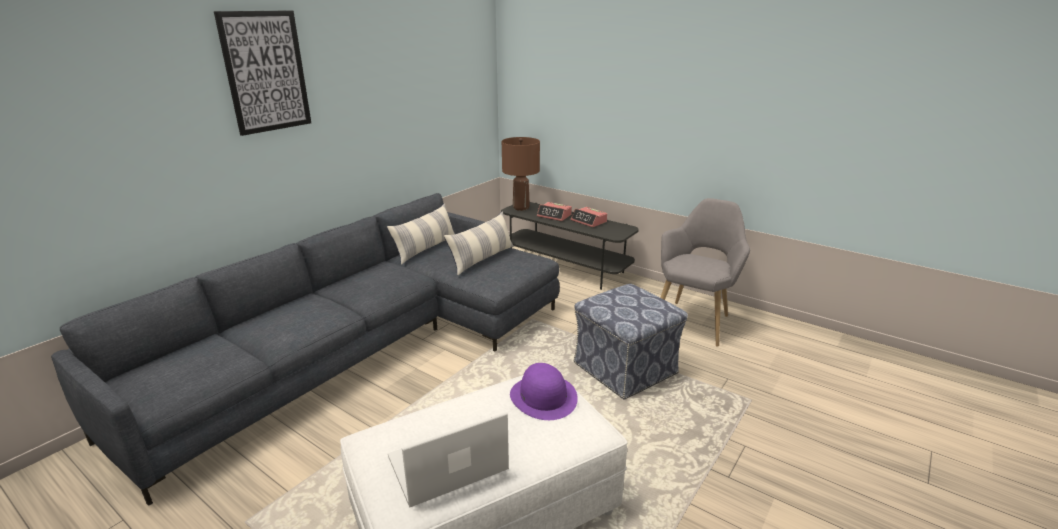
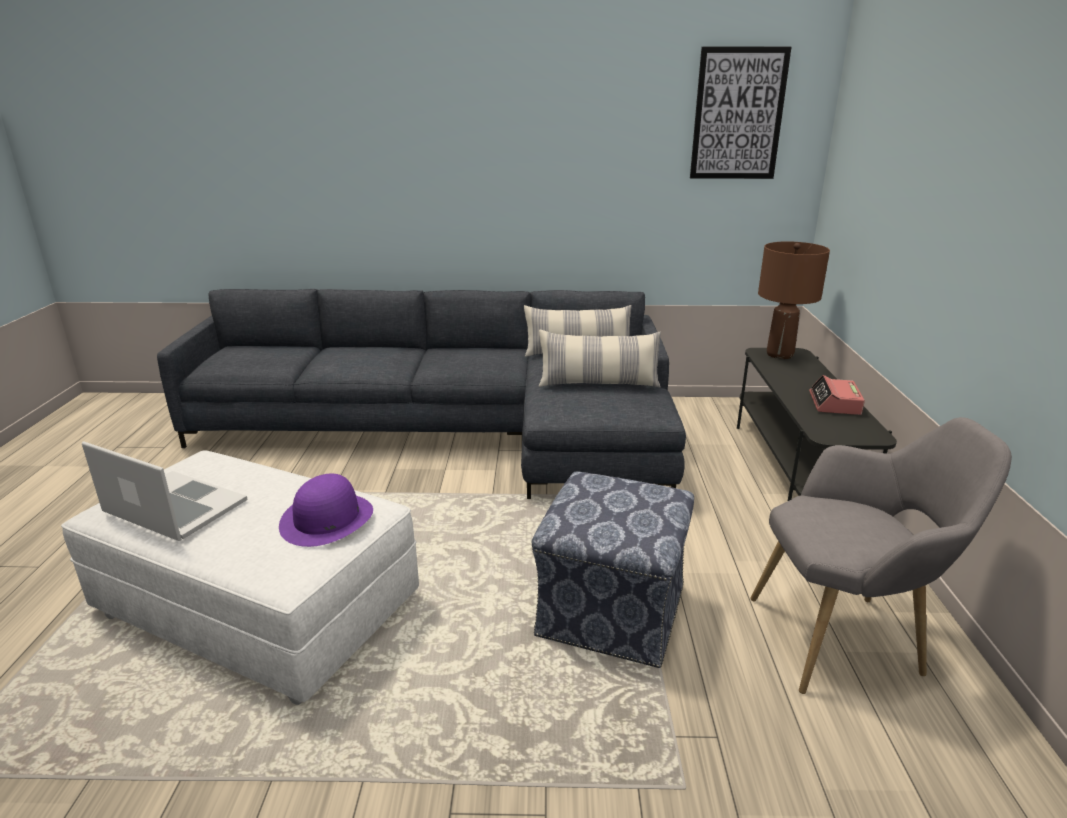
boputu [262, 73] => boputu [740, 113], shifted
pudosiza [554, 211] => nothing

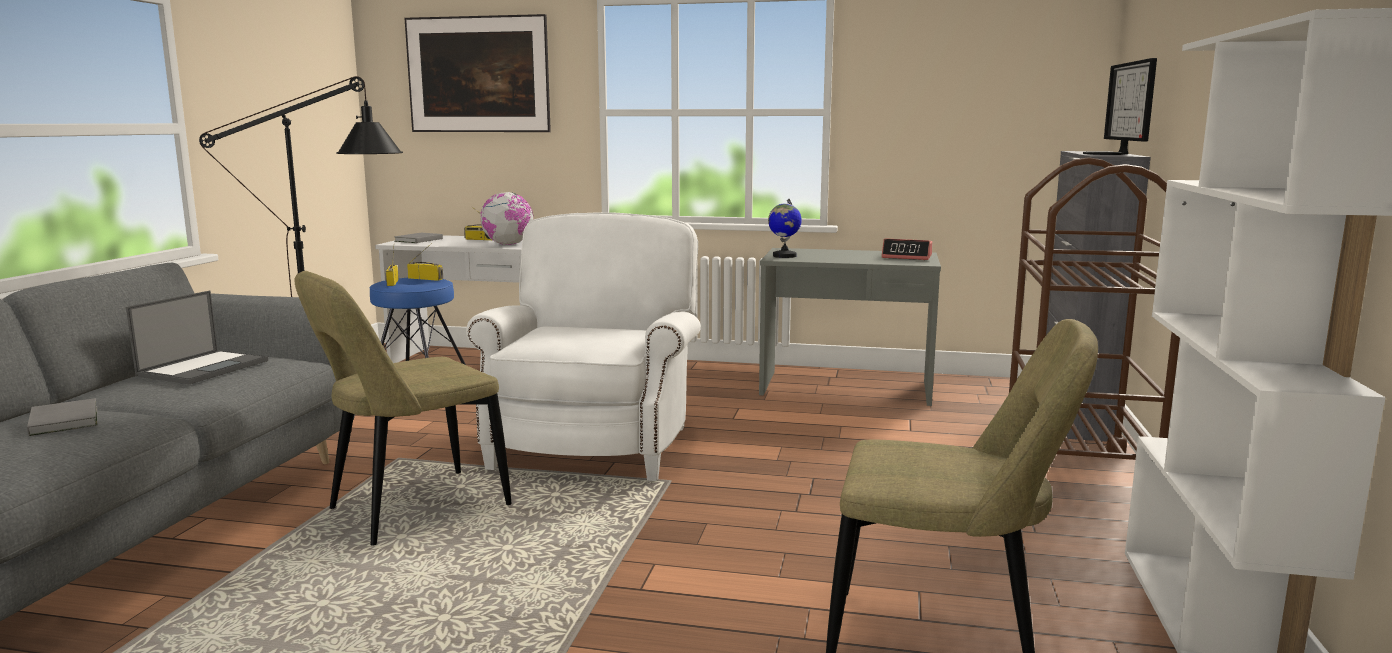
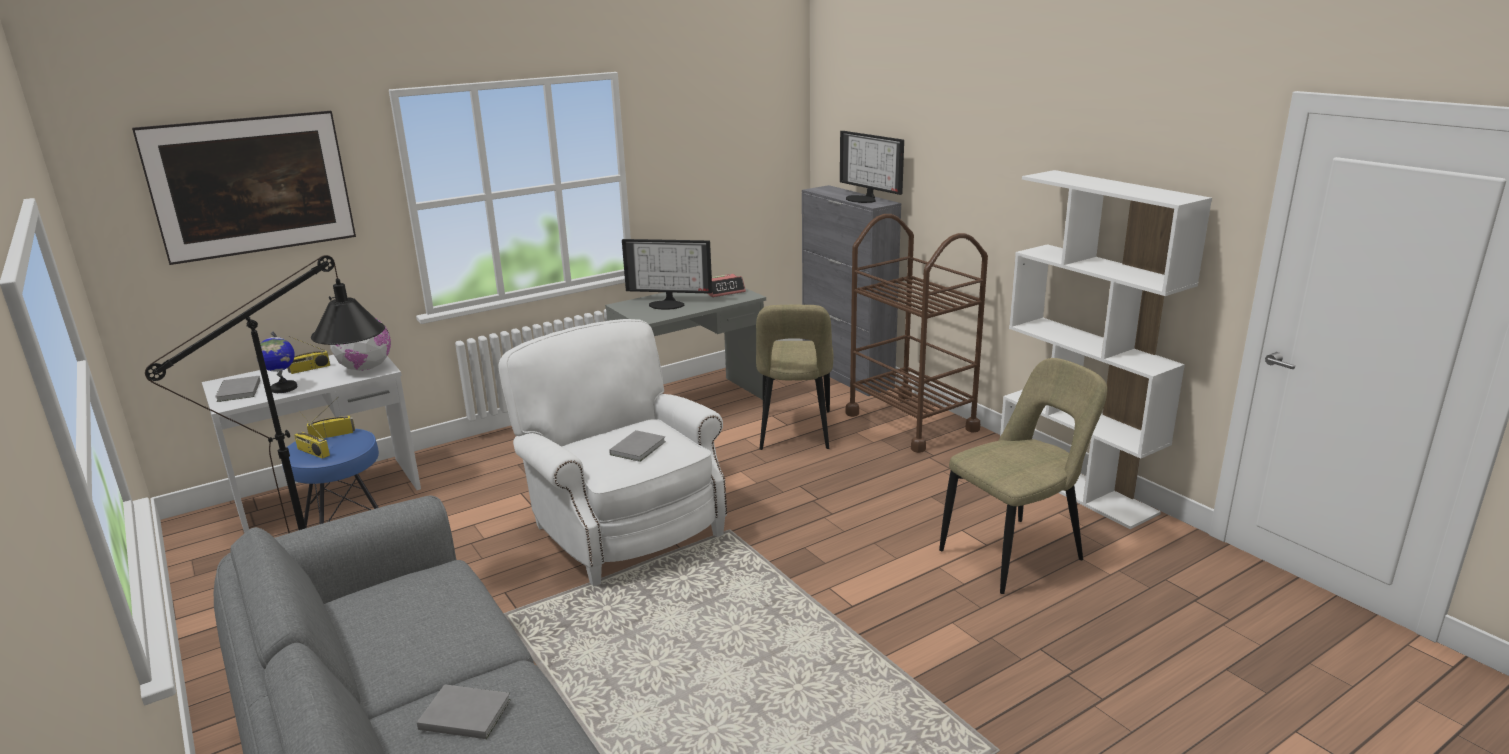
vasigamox [197, 337] => nothing
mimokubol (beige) [403, 408] => mimokubol (beige) [795, 377], shifted
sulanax [785, 228] => sulanax [276, 362], shifted
nothing => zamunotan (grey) [637, 446]
nothing => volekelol [667, 274]

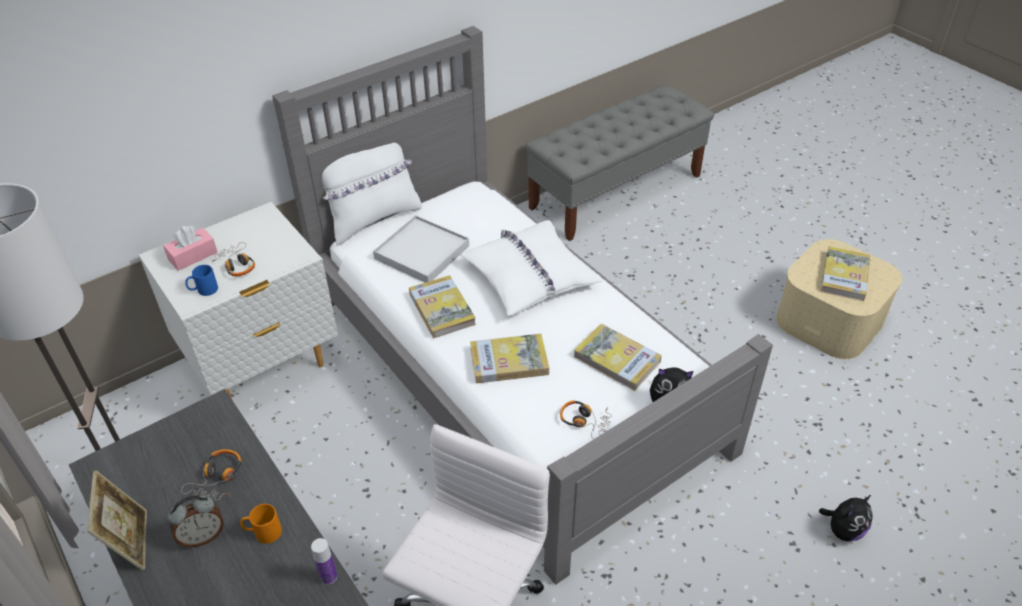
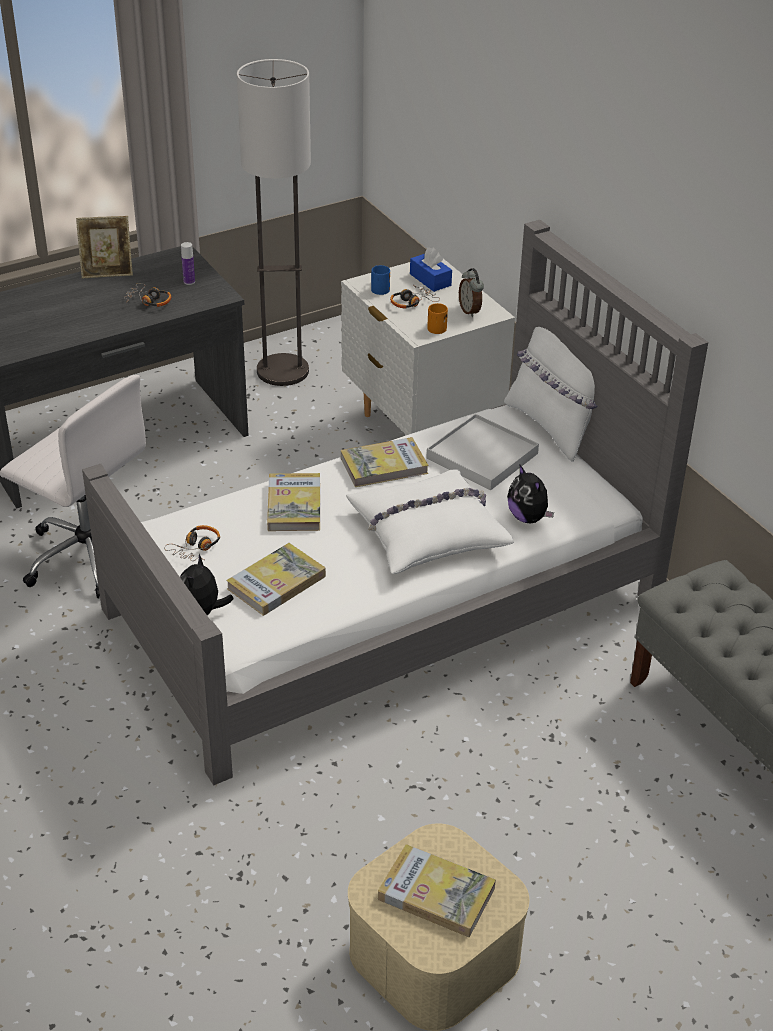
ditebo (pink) [190, 248] => ditebo (blue) [431, 269]
pudosiza [196, 521] => pudosiza [471, 292], shifted
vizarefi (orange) [261, 524] => vizarefi (orange) [437, 318], shifted
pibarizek [324, 561] => pibarizek [188, 263], shifted
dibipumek [846, 518] => dibipumek [530, 493], shifted

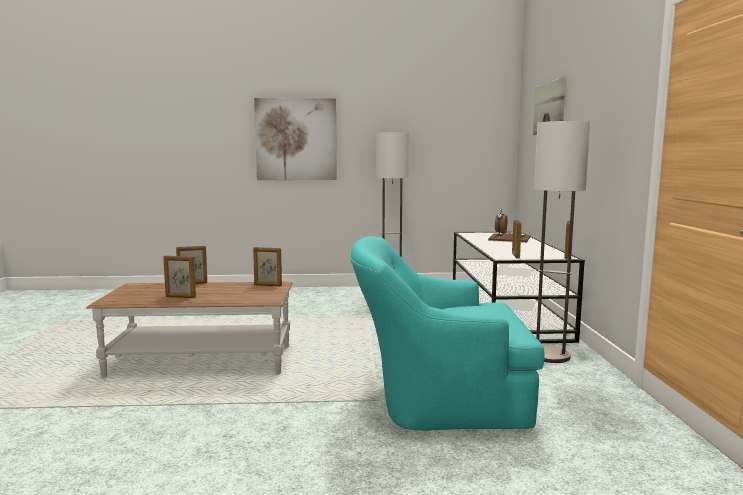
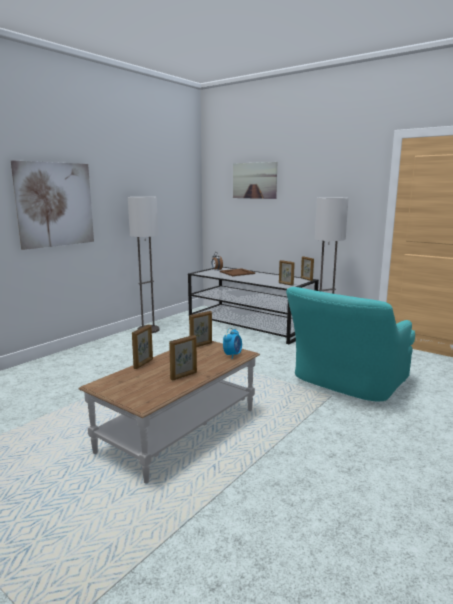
nothing => pudosiza [232, 343]

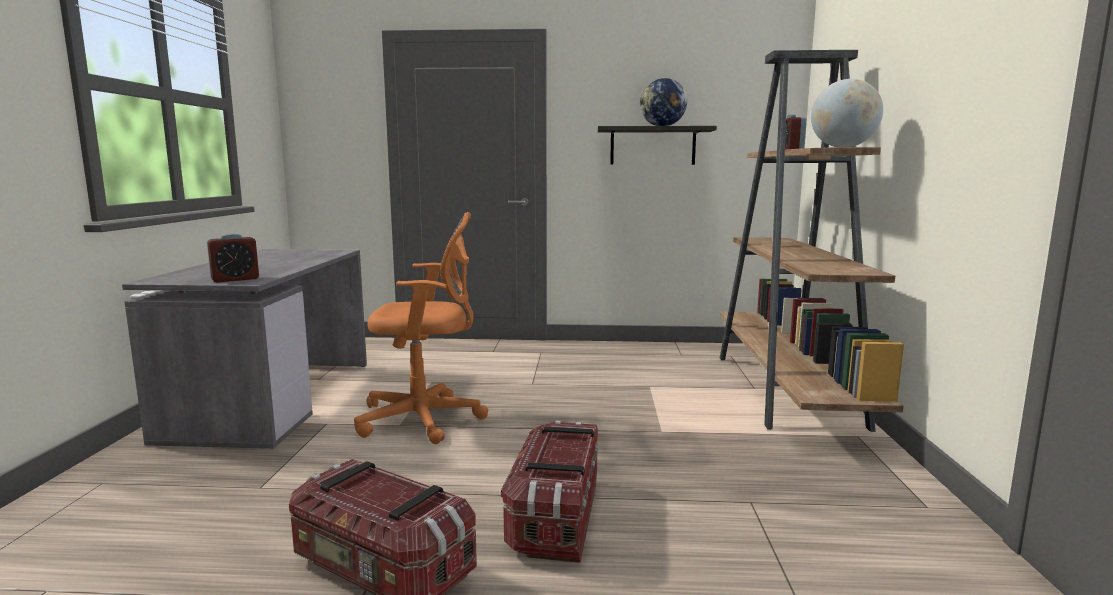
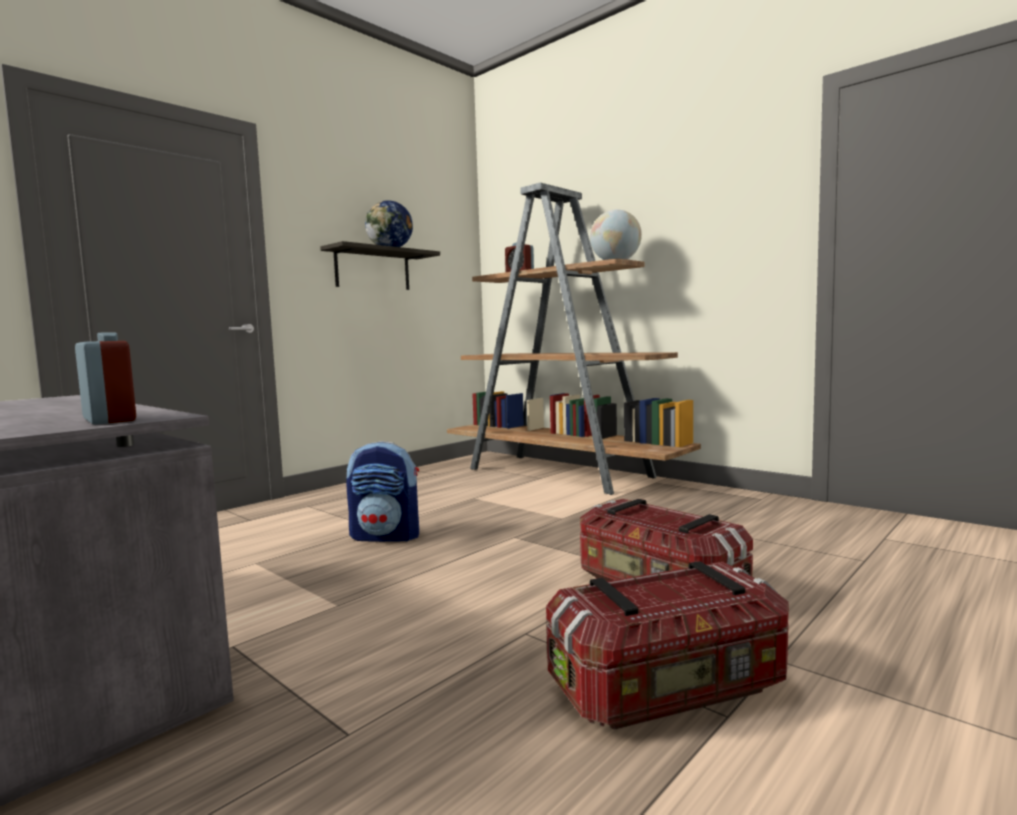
pudosiza [233, 258] => pudosiza [105, 378], 45 degrees counterclockwise
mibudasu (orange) [421, 328] => nothing
nothing => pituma [382, 491]

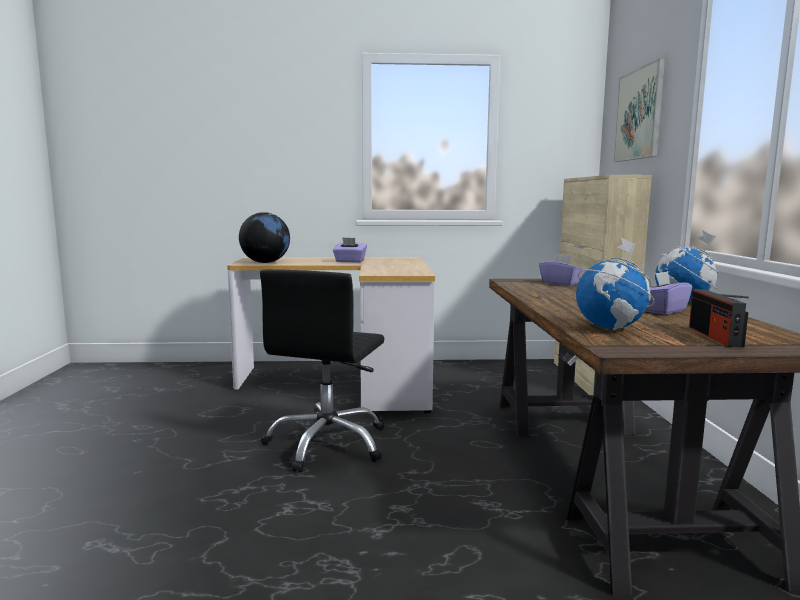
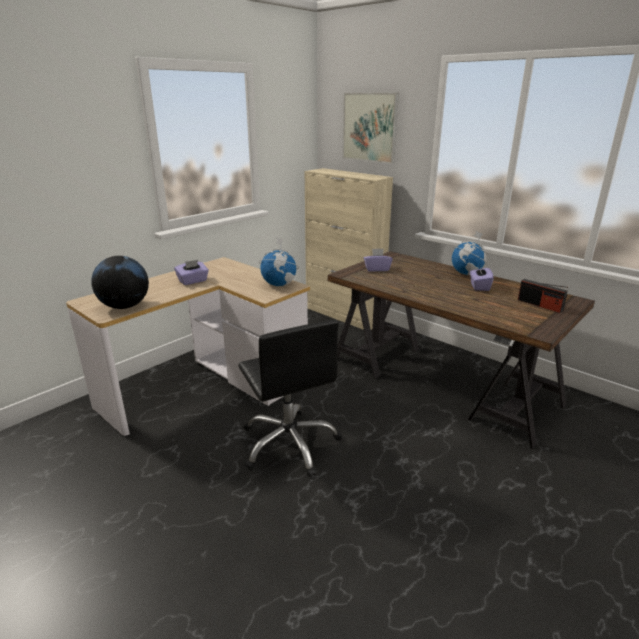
sulanax [615, 283] => sulanax [279, 262], shifted

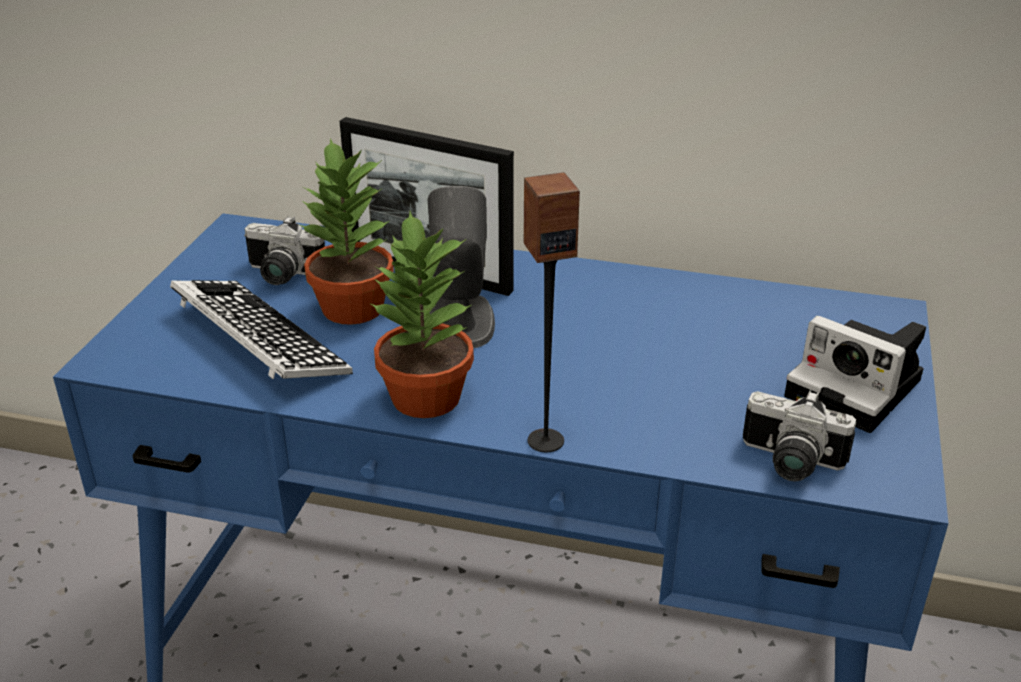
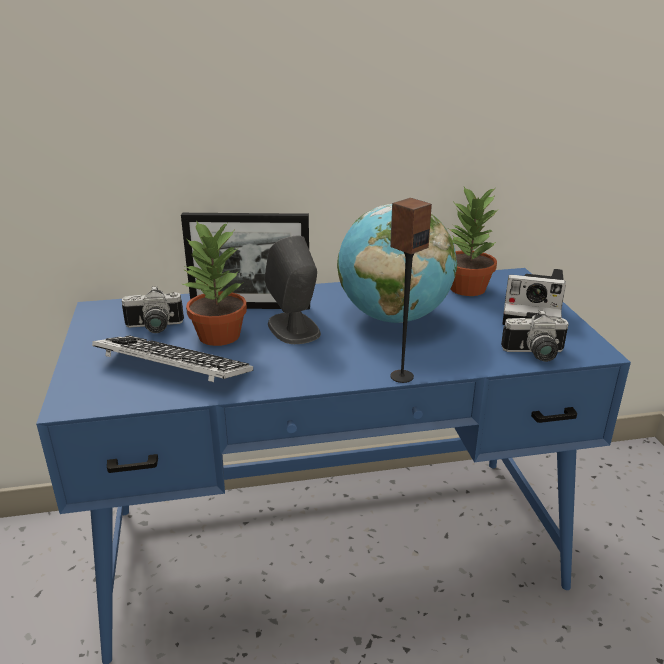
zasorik [422, 314] => zasorik [473, 241], shifted
nothing => sulanax [397, 263]

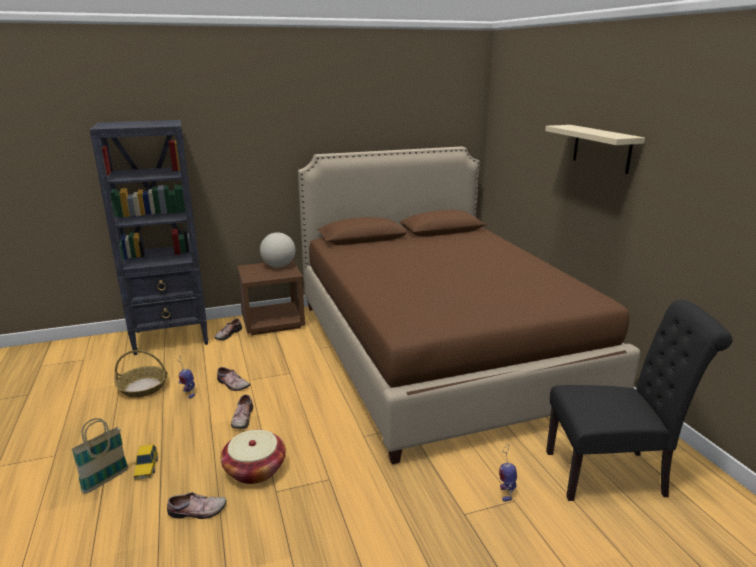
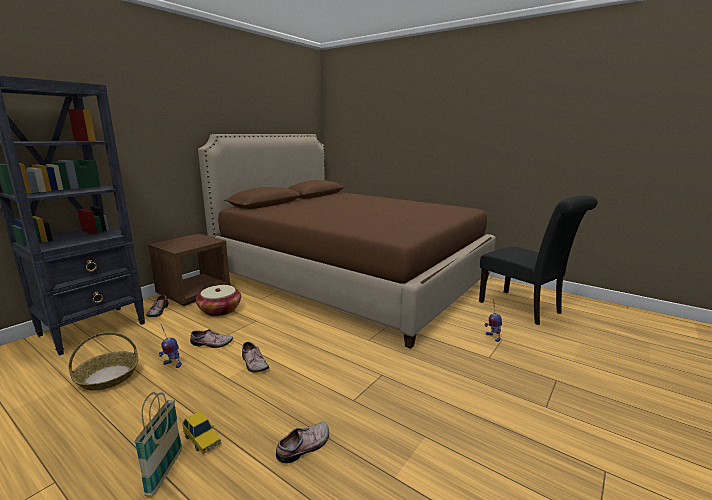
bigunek [253, 457] => bigunek [218, 300], shifted
sulanax [277, 249] => nothing
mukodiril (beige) [595, 149] => nothing
mimokubol (black) [639, 400] => mimokubol (black) [538, 260], 90 degrees clockwise

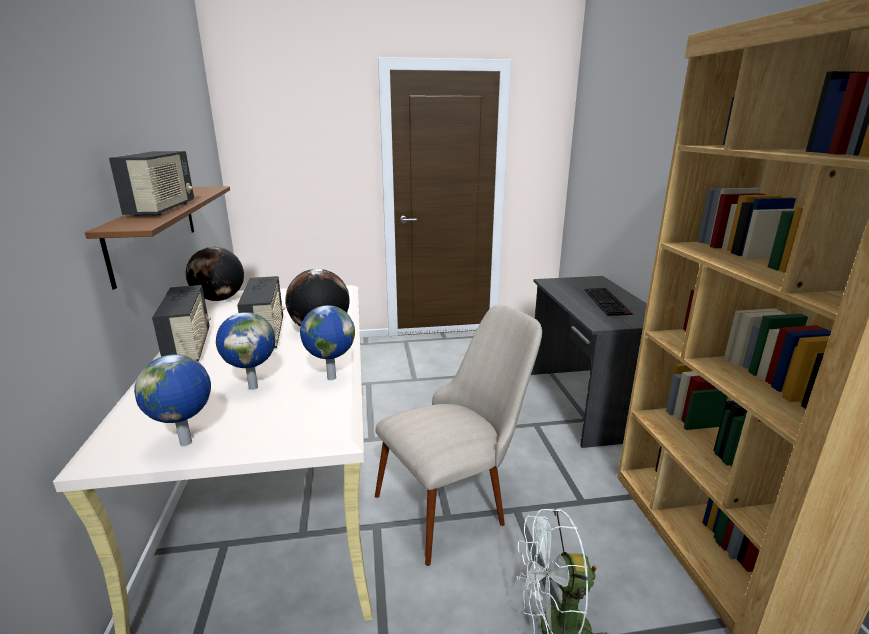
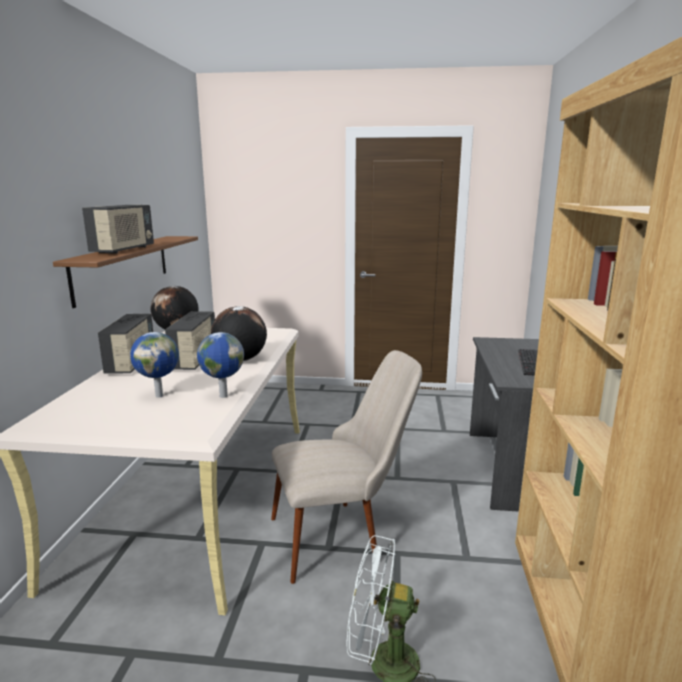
sulanax [172, 400] => nothing

